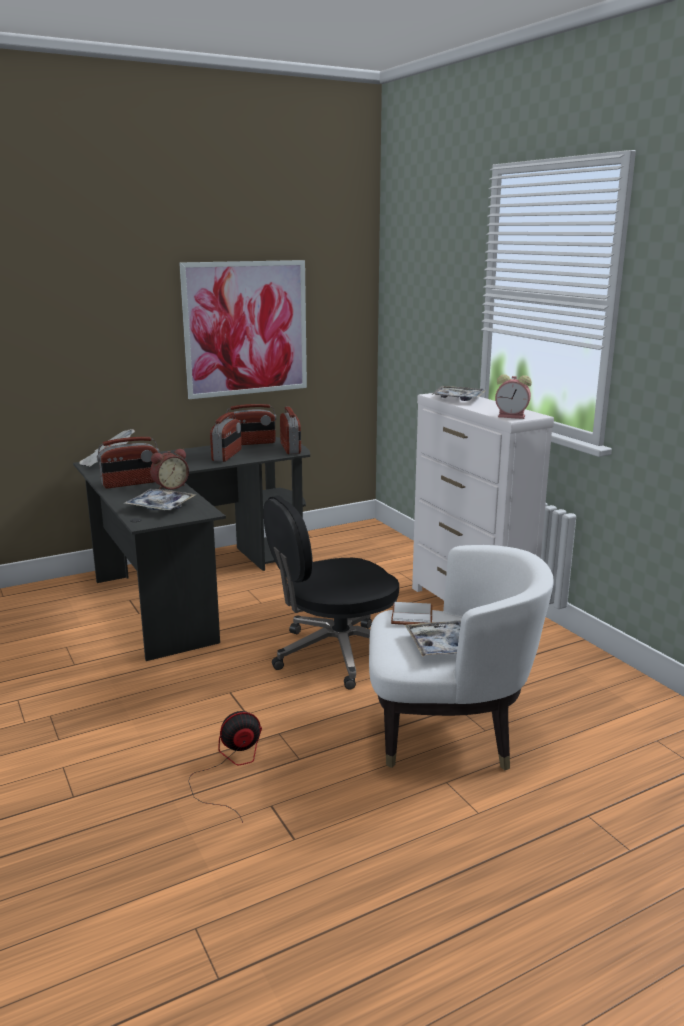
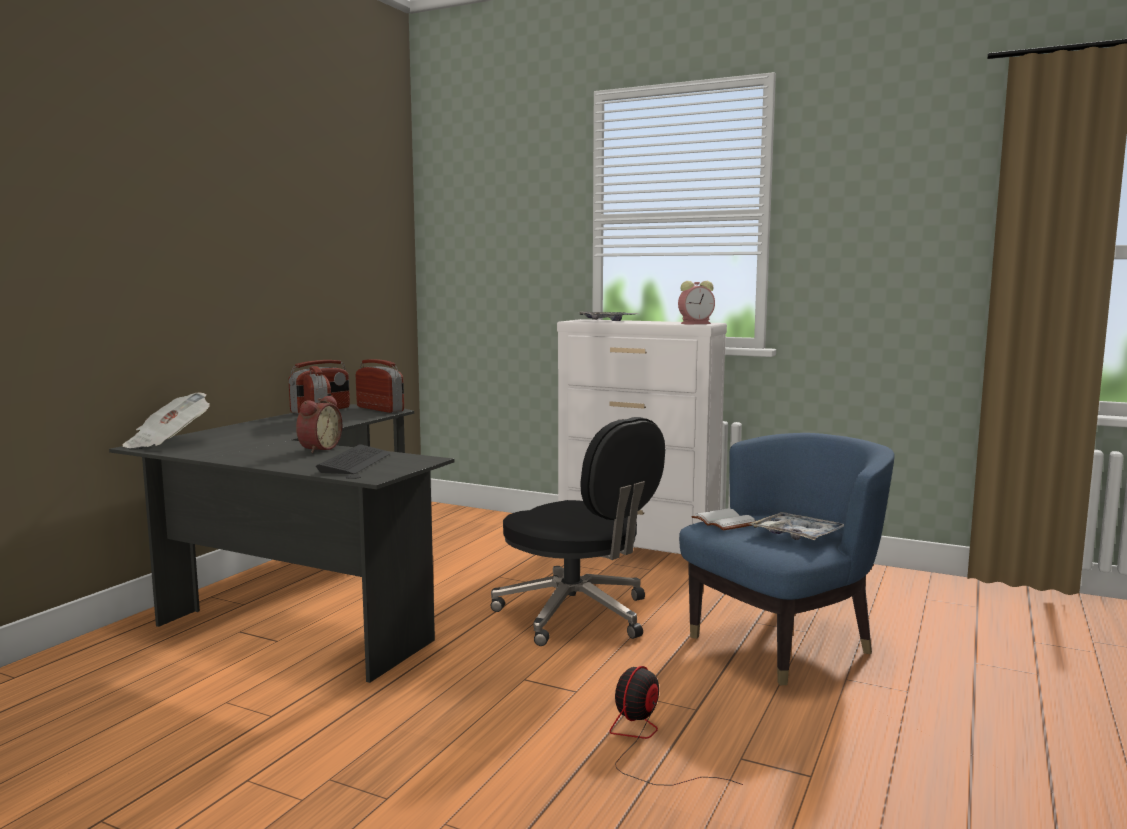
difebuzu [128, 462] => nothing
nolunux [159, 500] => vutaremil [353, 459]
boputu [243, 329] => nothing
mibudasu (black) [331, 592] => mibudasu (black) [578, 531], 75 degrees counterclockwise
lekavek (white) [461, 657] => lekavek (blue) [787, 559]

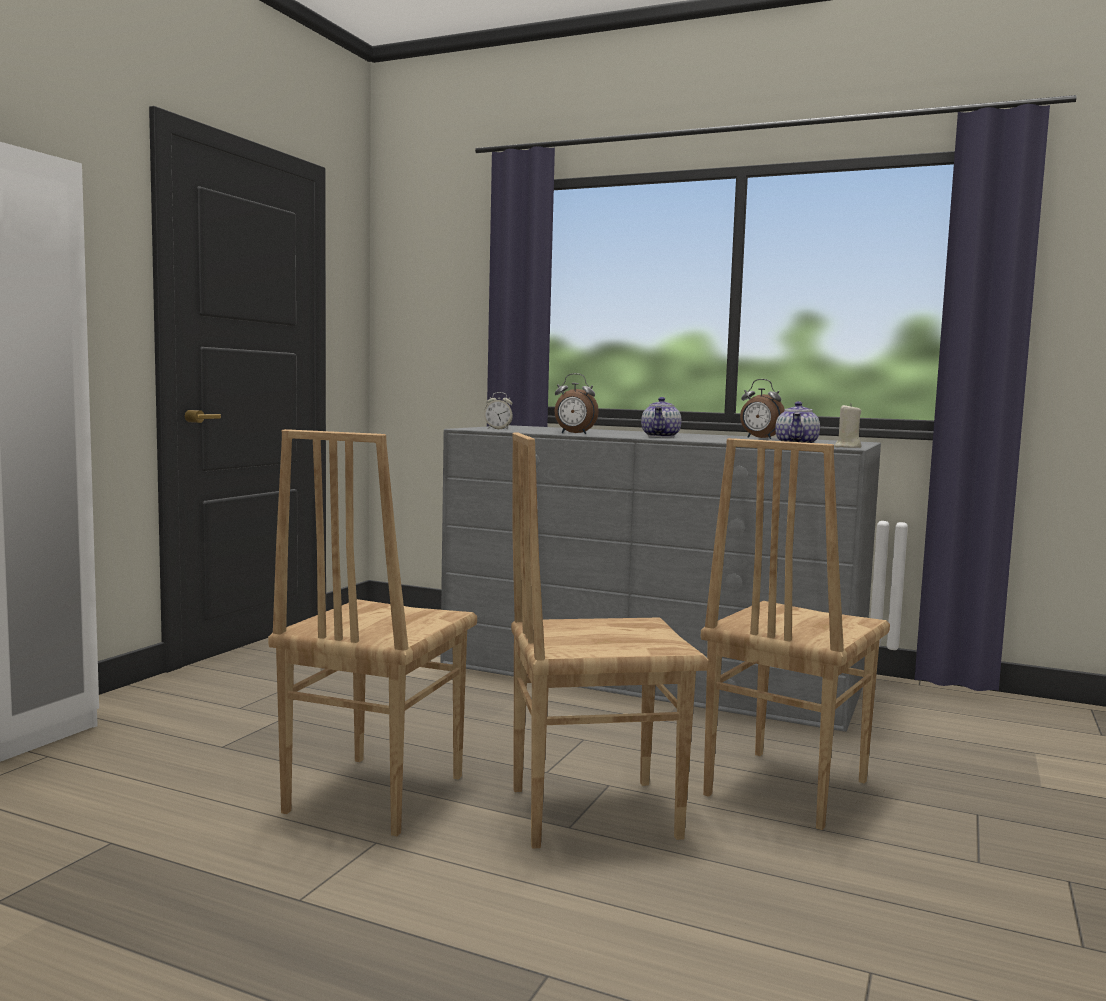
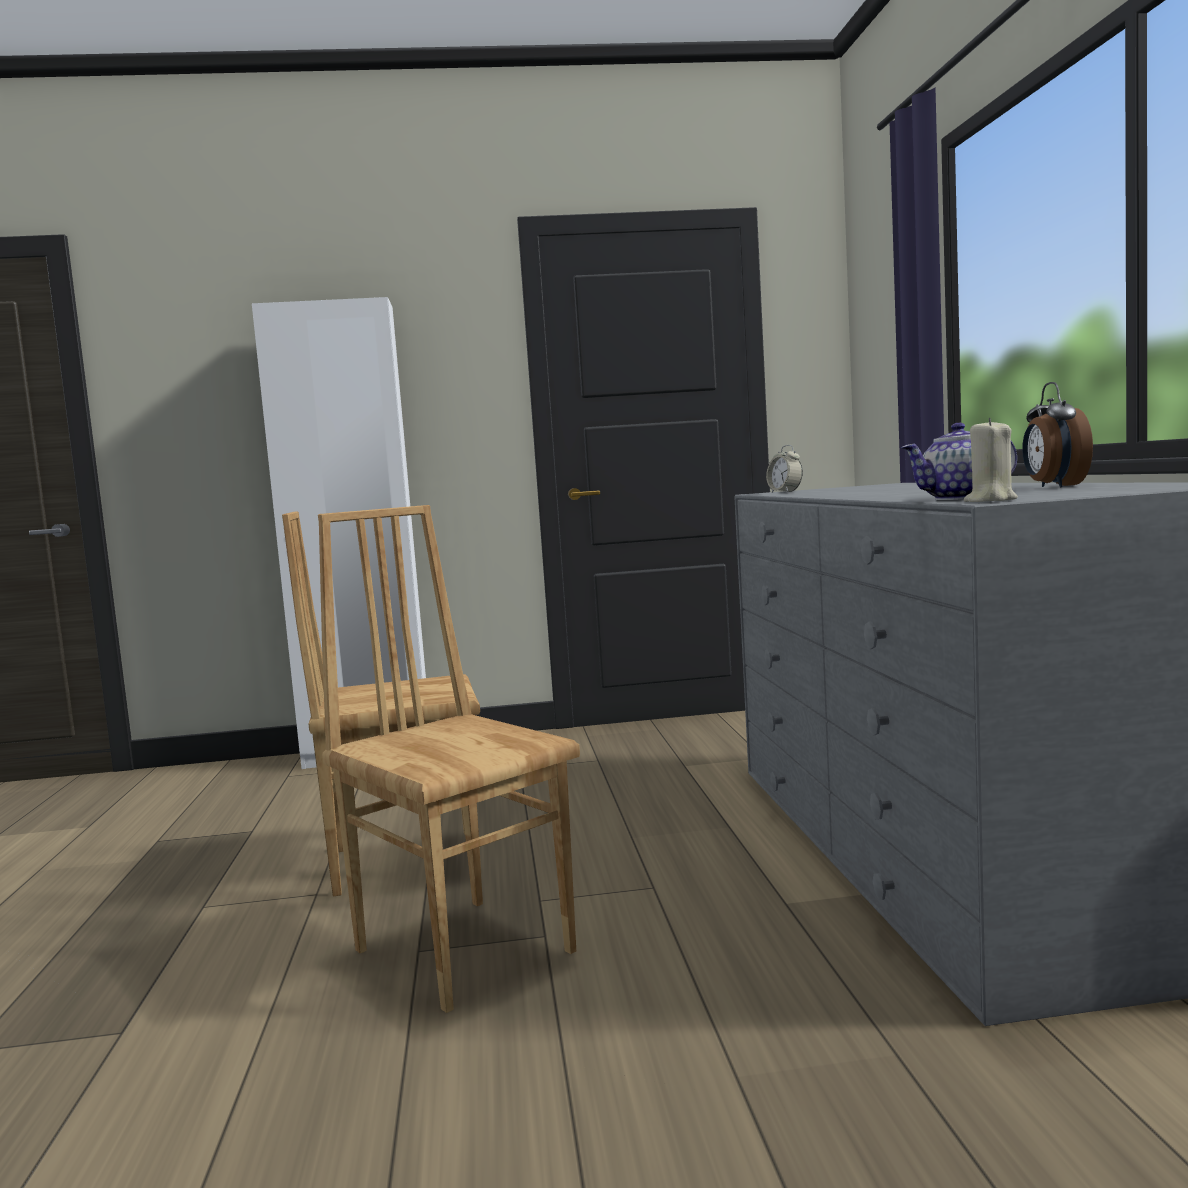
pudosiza [576, 403] => nothing
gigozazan [661, 417] => nothing
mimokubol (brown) [795, 634] => nothing

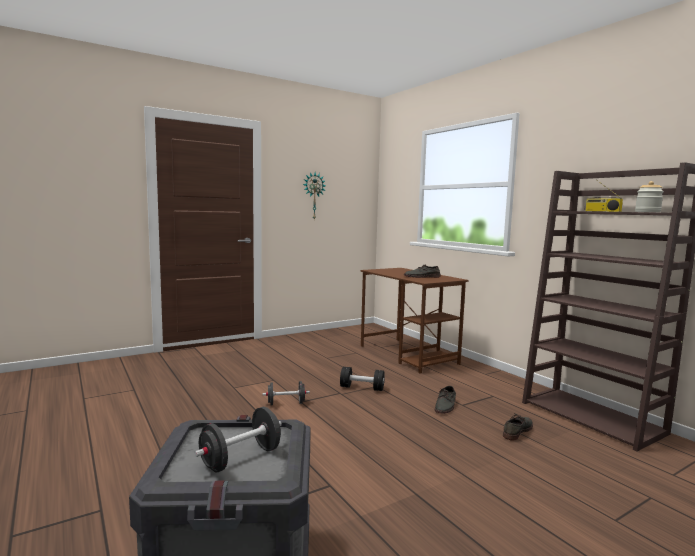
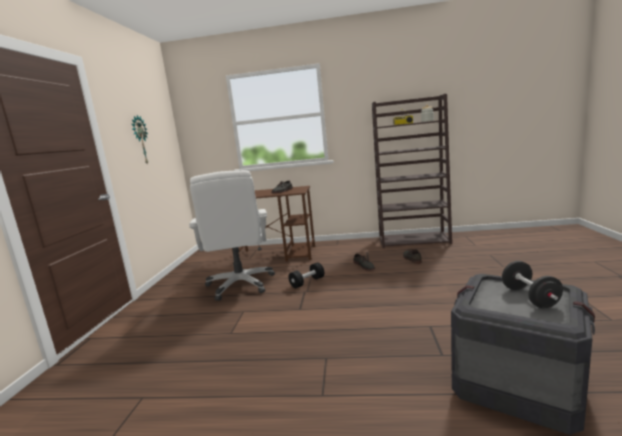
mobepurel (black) [286, 393] => nothing
nothing => mibudasu (white) [232, 235]

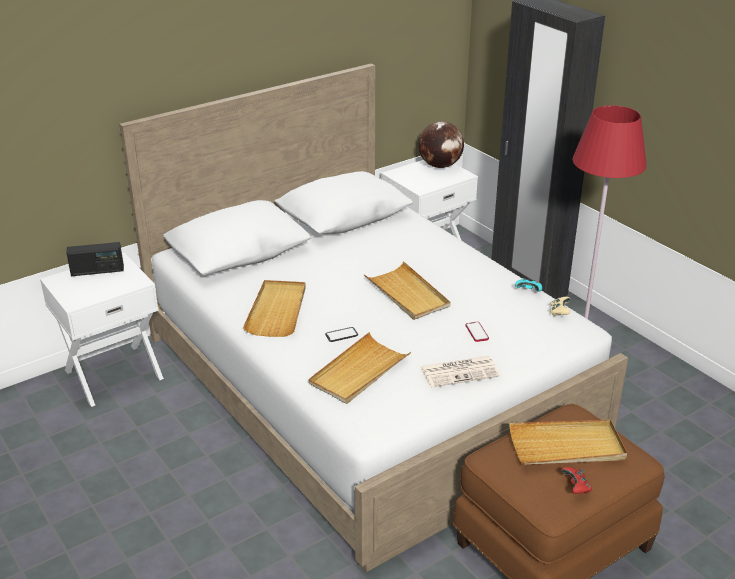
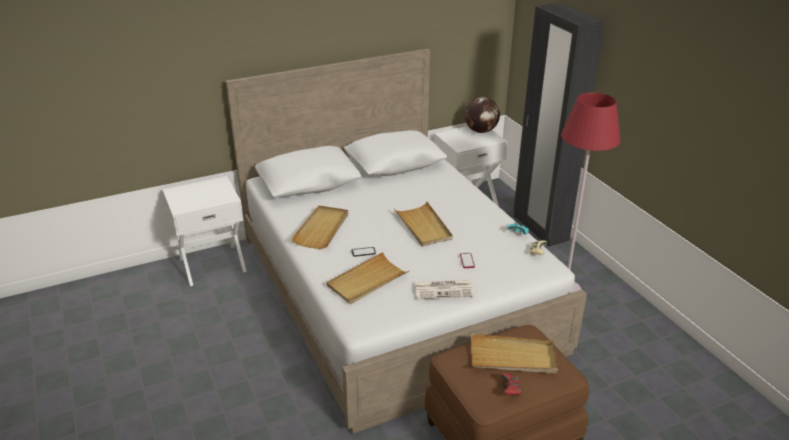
difebuzu [95, 259] => nothing

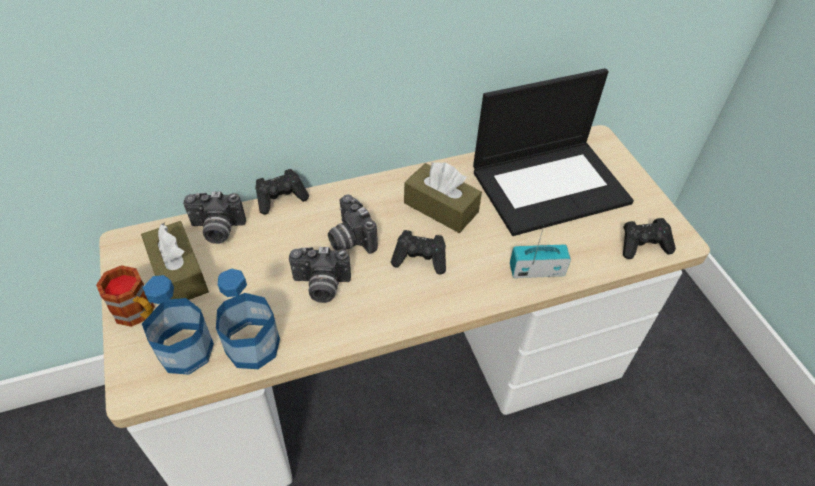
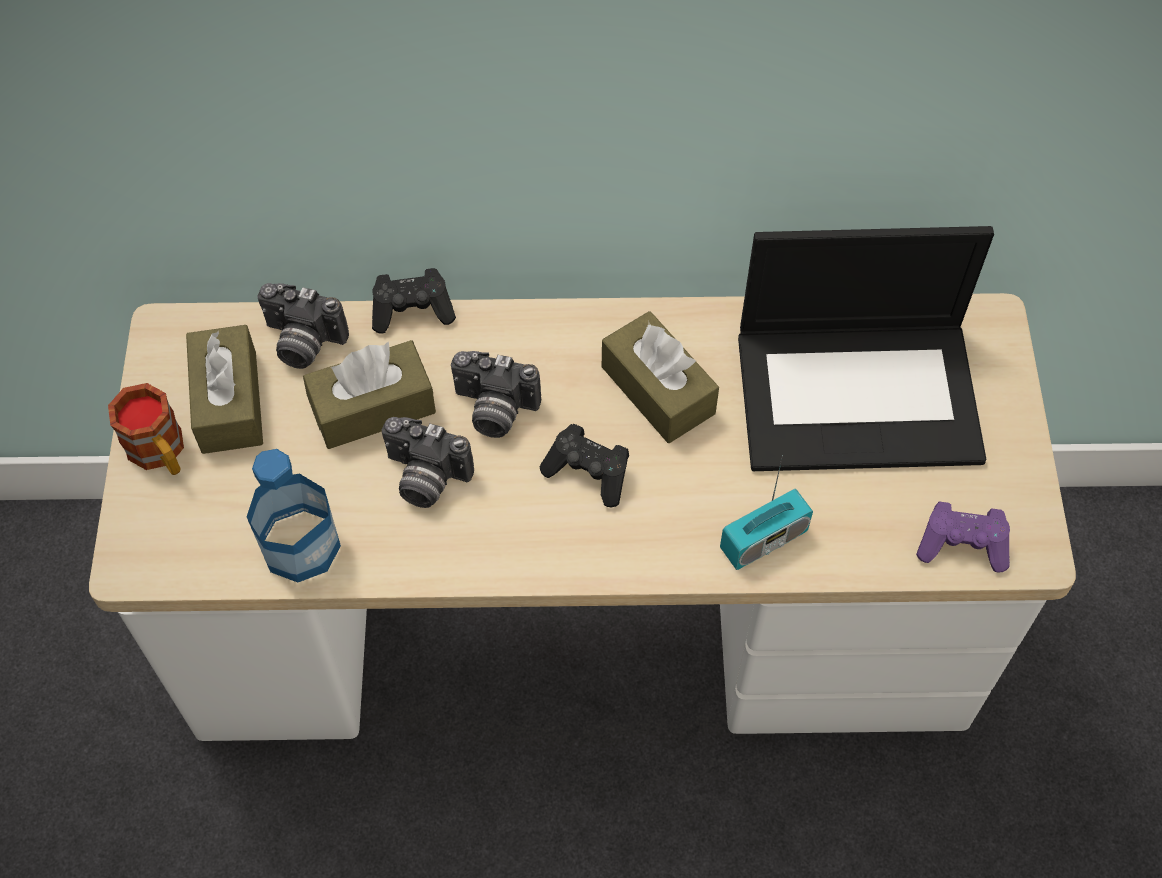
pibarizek [178, 325] => nothing
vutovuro [353, 224] => vutovuro [496, 394], 60 degrees counterclockwise
difebuzu [540, 252] => difebuzu [766, 512], 135 degrees clockwise
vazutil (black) [649, 238] => vazutil (purple) [963, 537]
nothing => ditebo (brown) [369, 394]

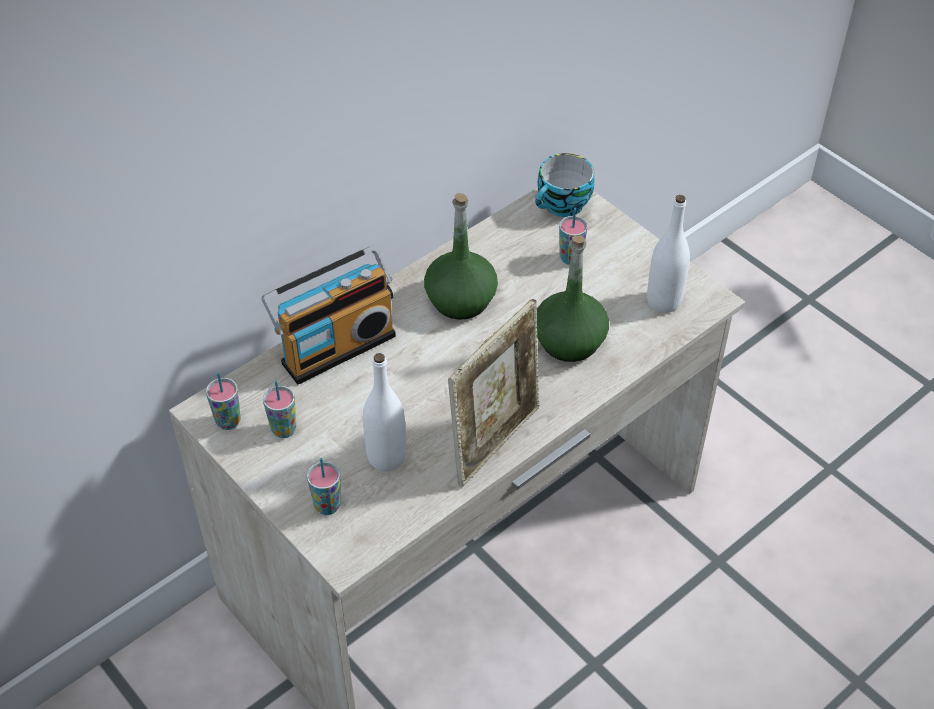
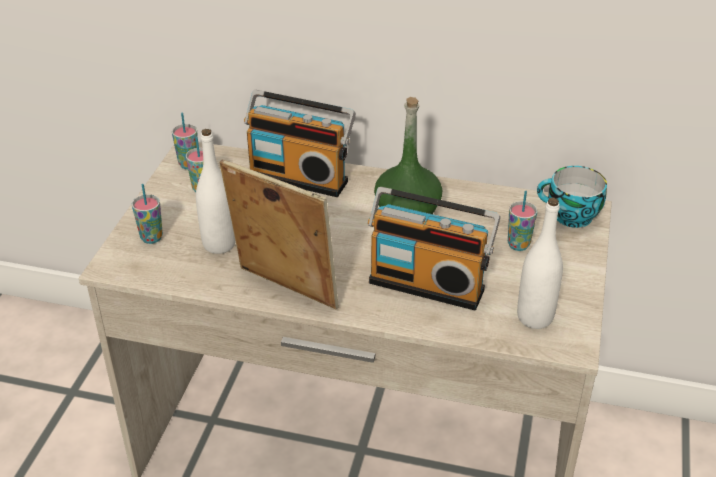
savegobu [494, 393] => savegobu [279, 234], 150 degrees counterclockwise
pibarizek (green) [573, 298] => difebuzu [434, 248]

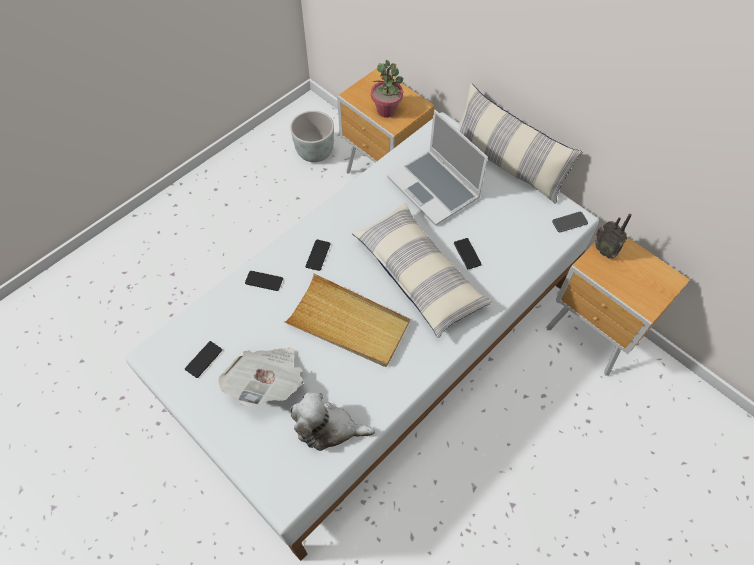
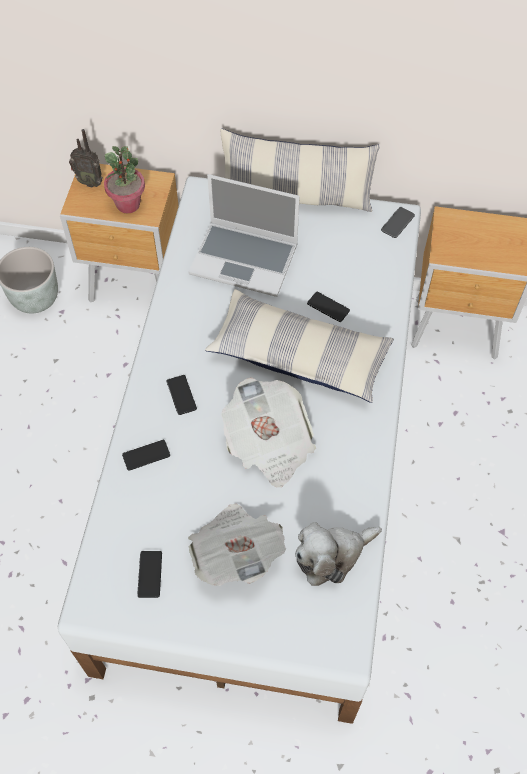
nolunux (beige) [347, 320] => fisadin [268, 432]
difebuzu [613, 236] => difebuzu [86, 158], shifted

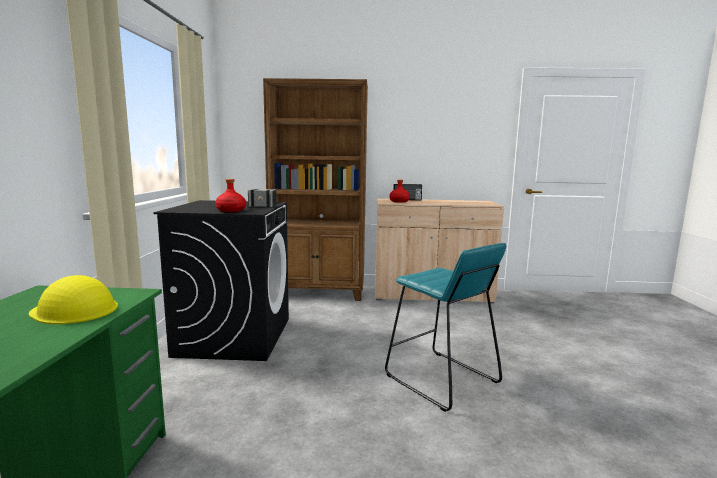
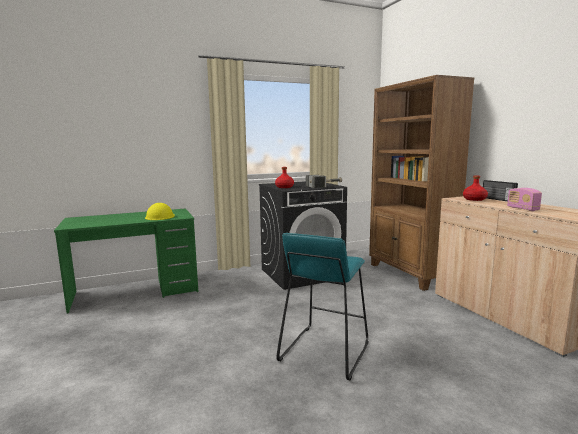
nothing => difebuzu [524, 199]

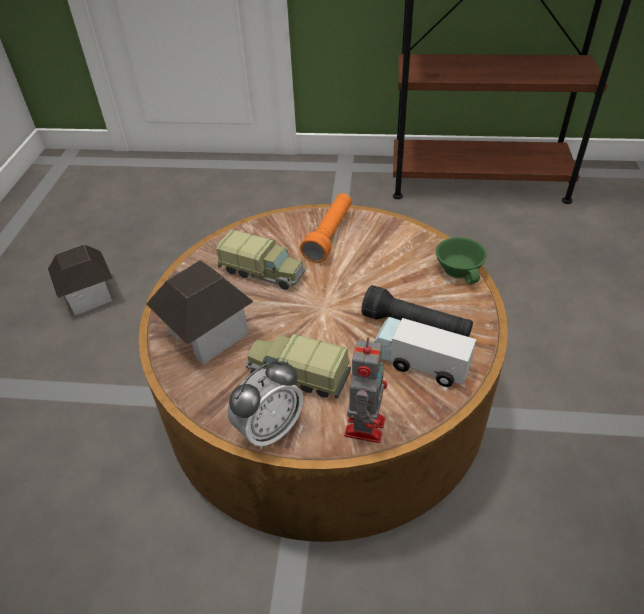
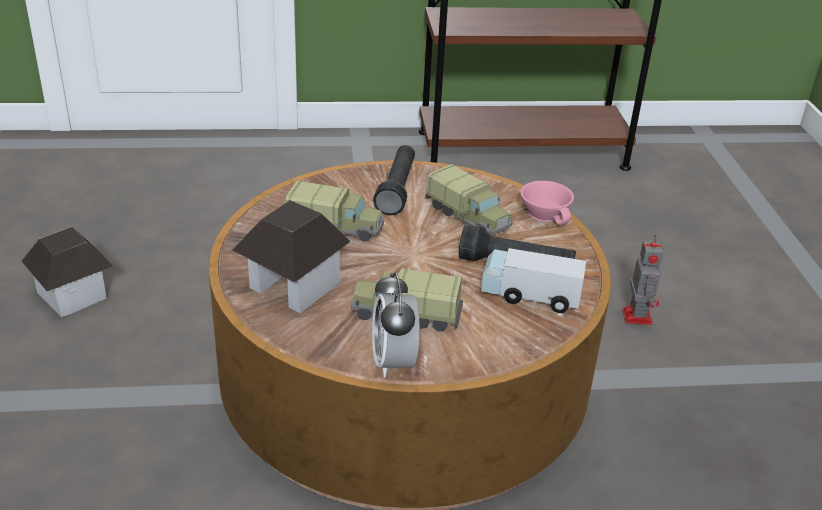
pudosiza [265, 405] => pudosiza [396, 325], 135 degrees clockwise
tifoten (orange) [326, 228] => tifoten (black) [394, 180]
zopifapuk [365, 390] => zopifapuk [642, 279], shifted
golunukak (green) [461, 261] => golunukak (pink) [547, 203]
nothing => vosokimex [468, 199]

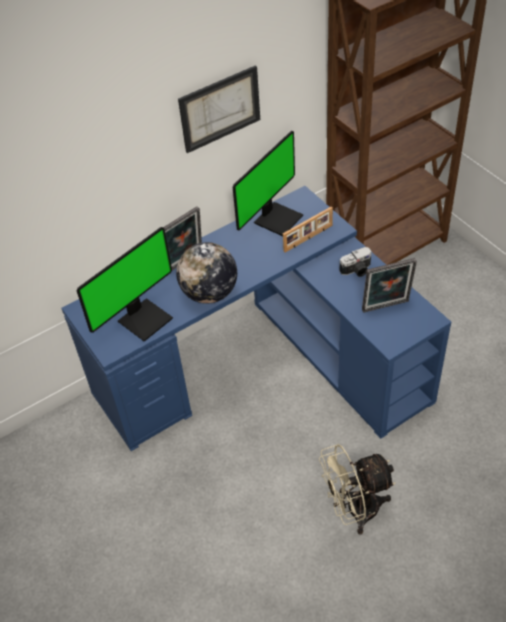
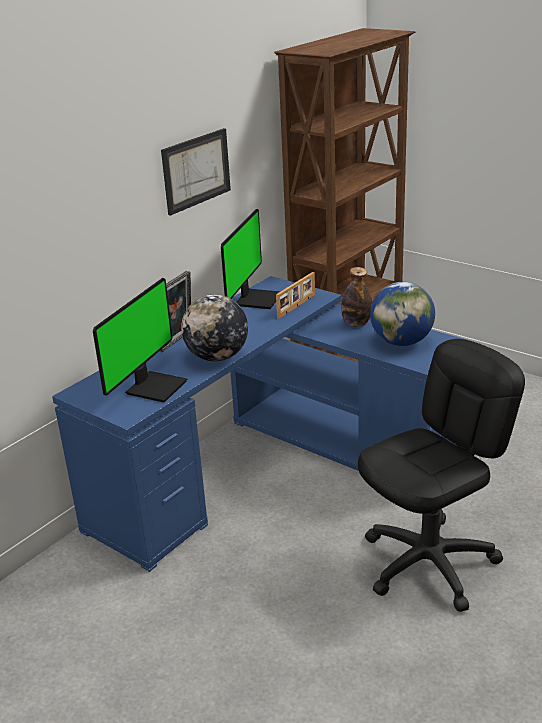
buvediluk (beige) [357, 489] => mibudasu (black) [441, 475]
vutovuro [355, 262] => pibarizek [356, 297]
savegobu [389, 285] => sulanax [402, 314]

